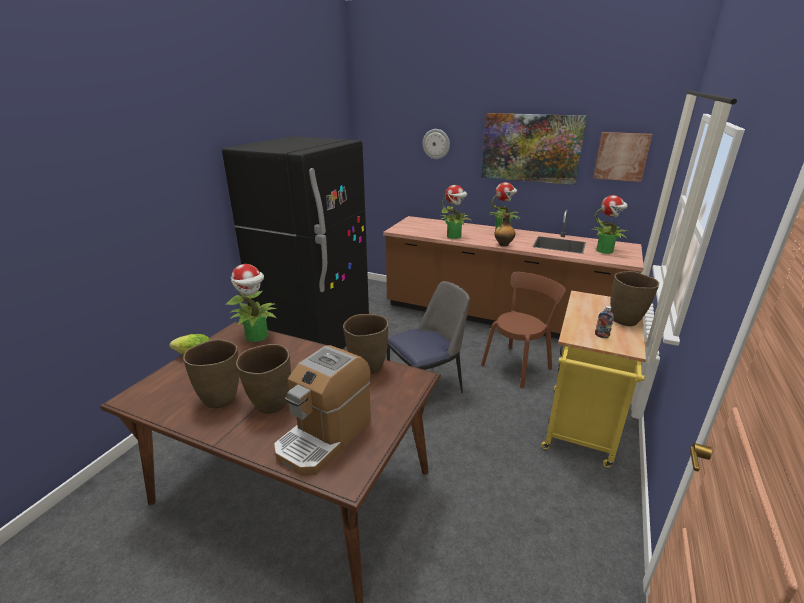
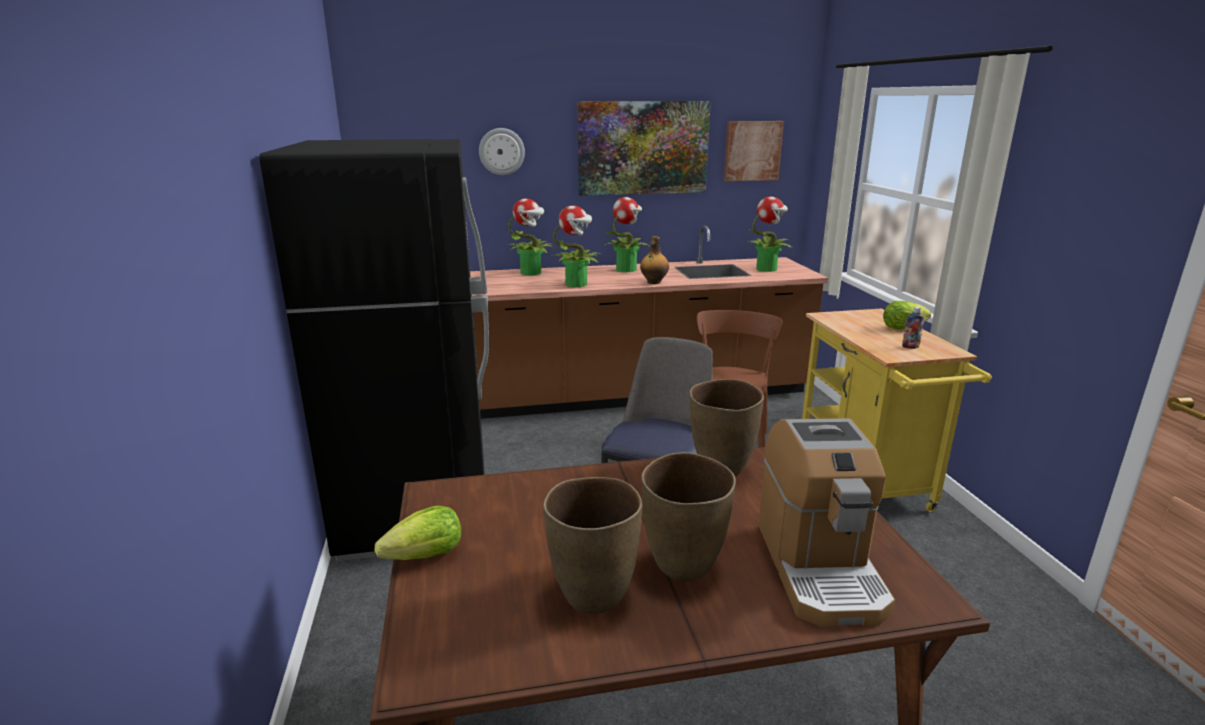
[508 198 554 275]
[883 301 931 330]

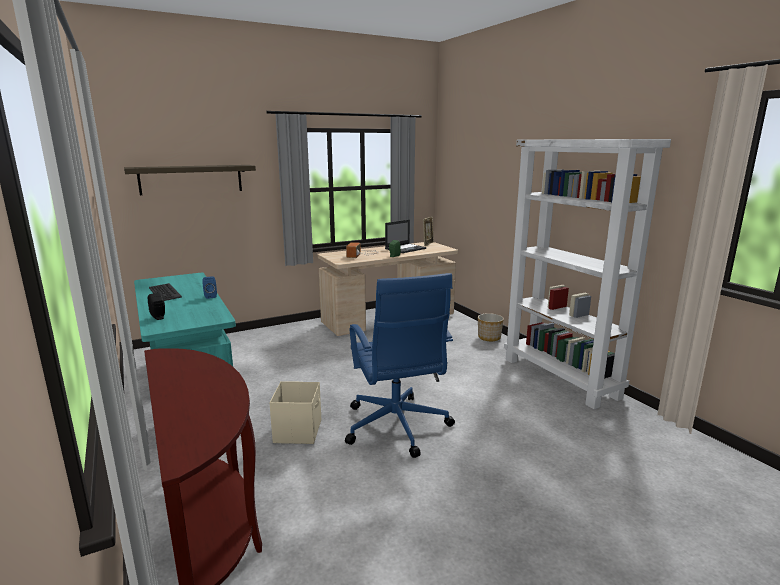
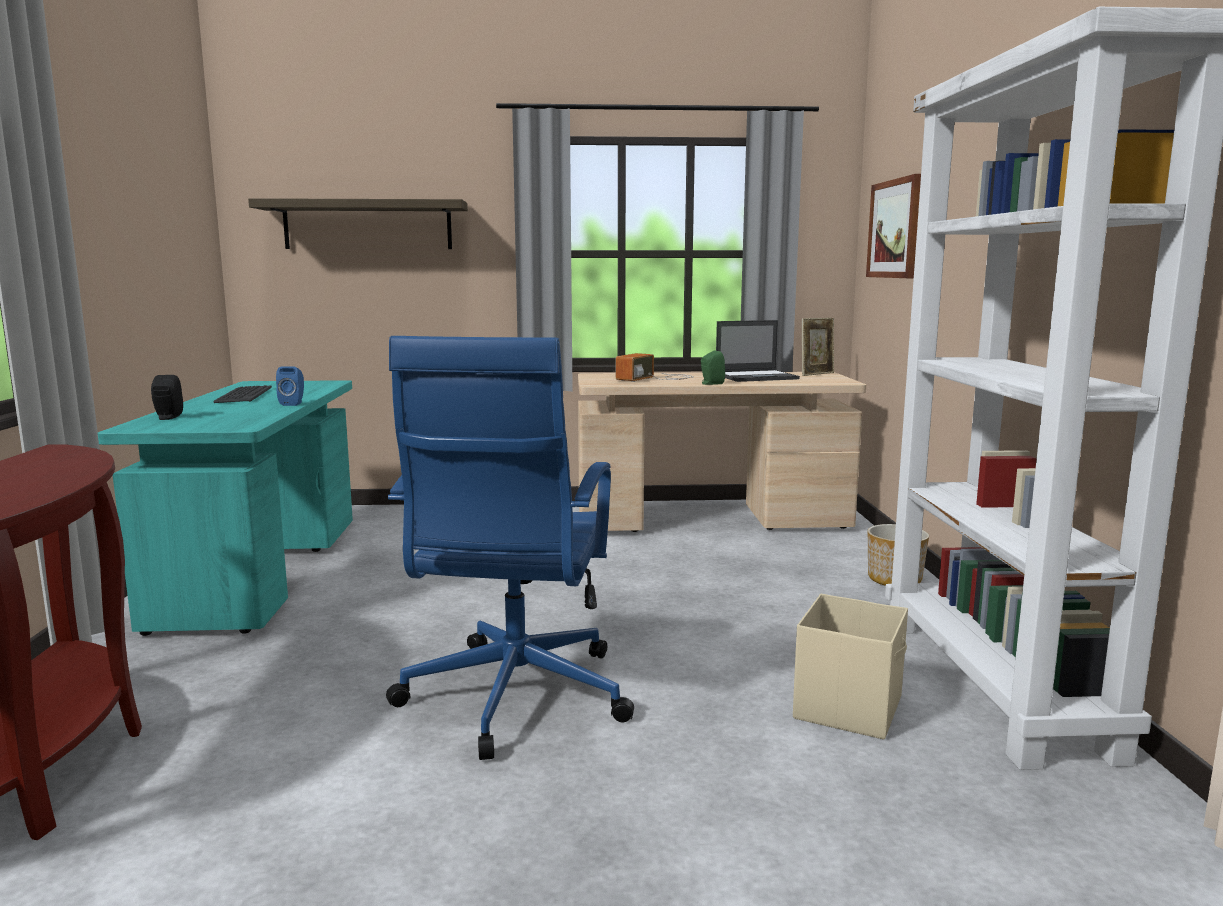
[793 594 908 739]
[866 174 921 278]

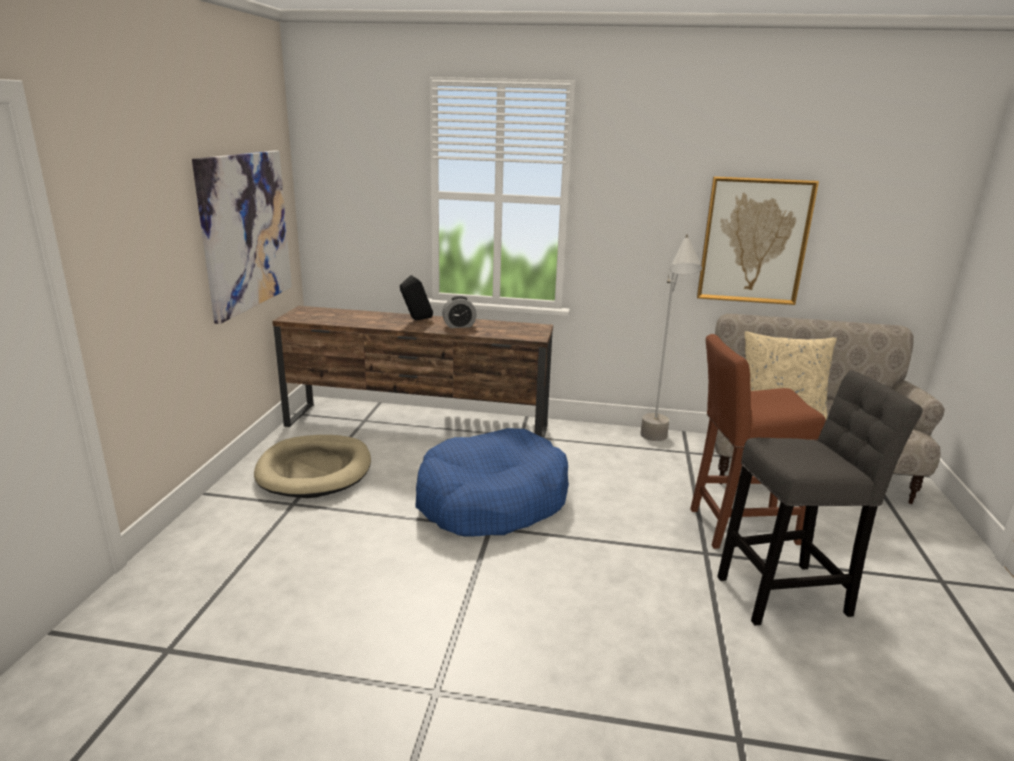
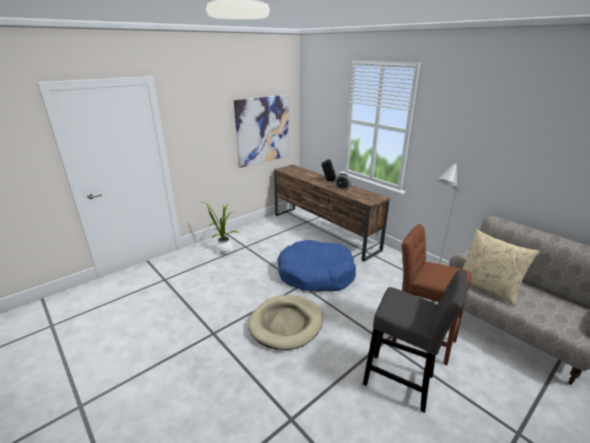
[697 176 819 305] (first image)
[248 295 323 350]
[203 202 239 254]

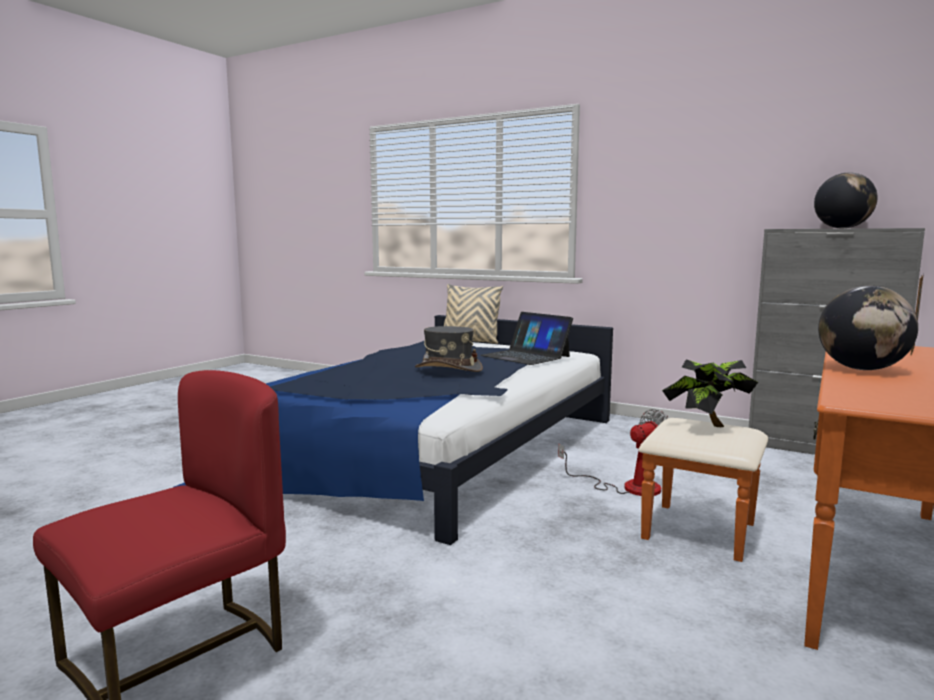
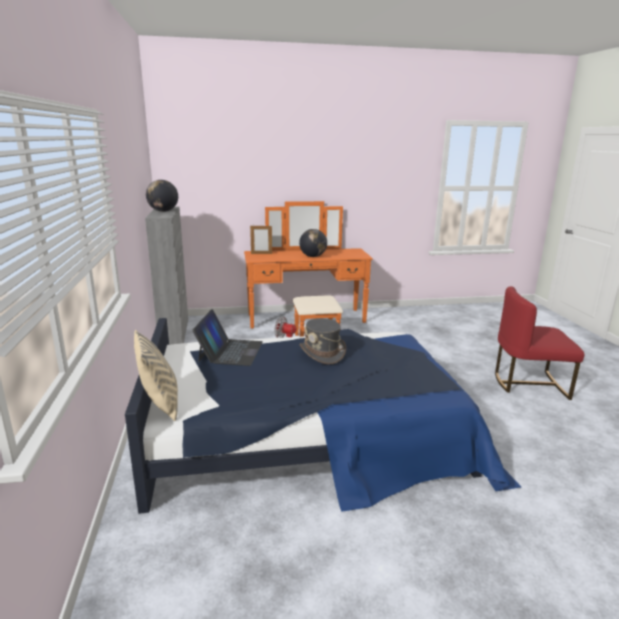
[662 359 758 427] (first image)

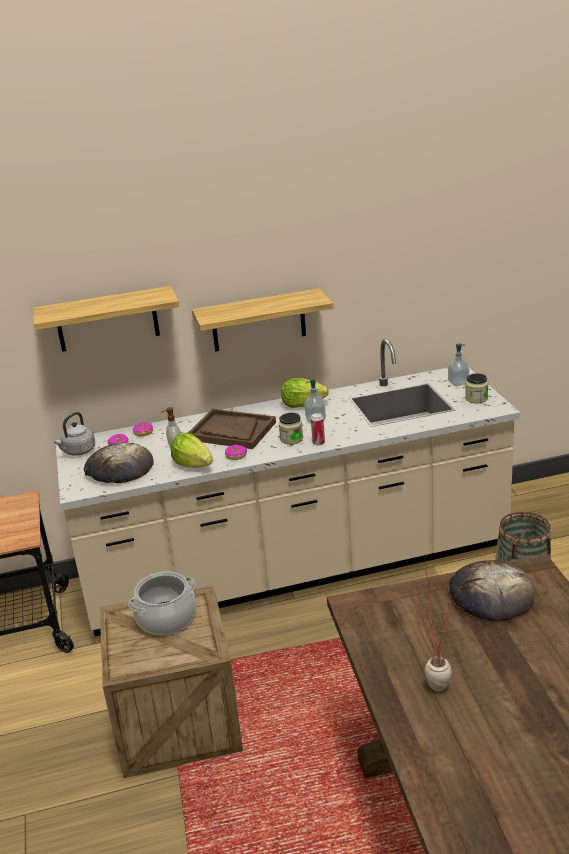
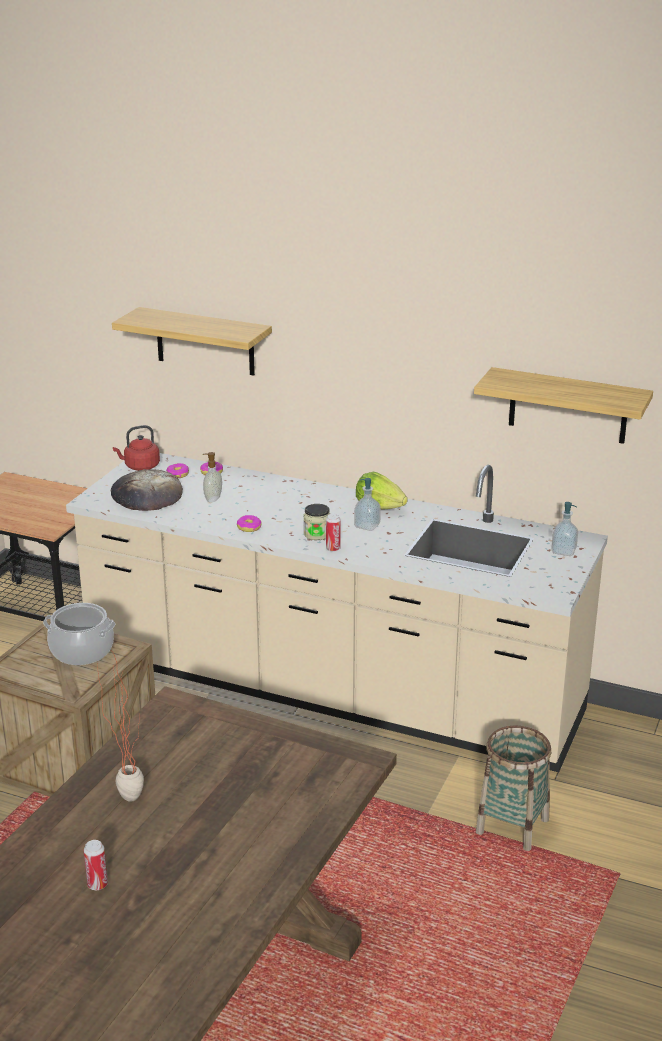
[474 367 653 444]
[465 373 488 403] (first image)
[188 409 276 449] (first image)
[113 425 160 471]
[170 433 213 468] (first image)
[449 560 534 621] (first image)
[84 840 108 890]

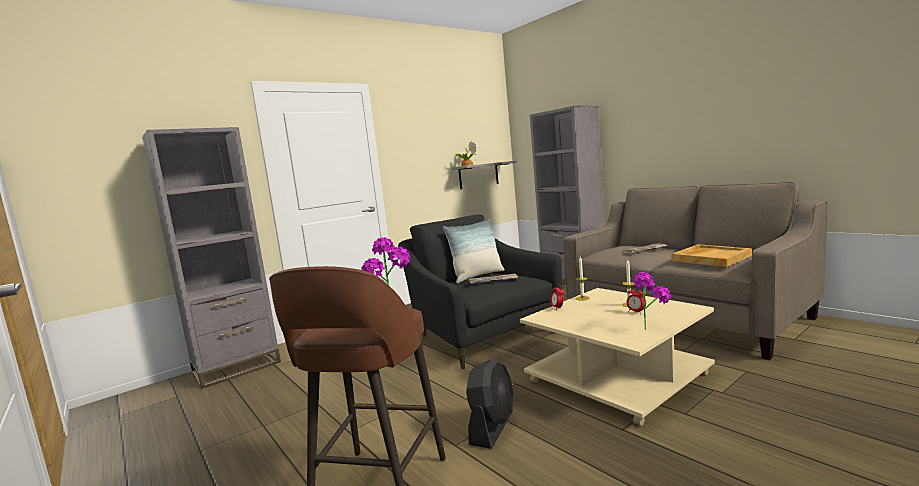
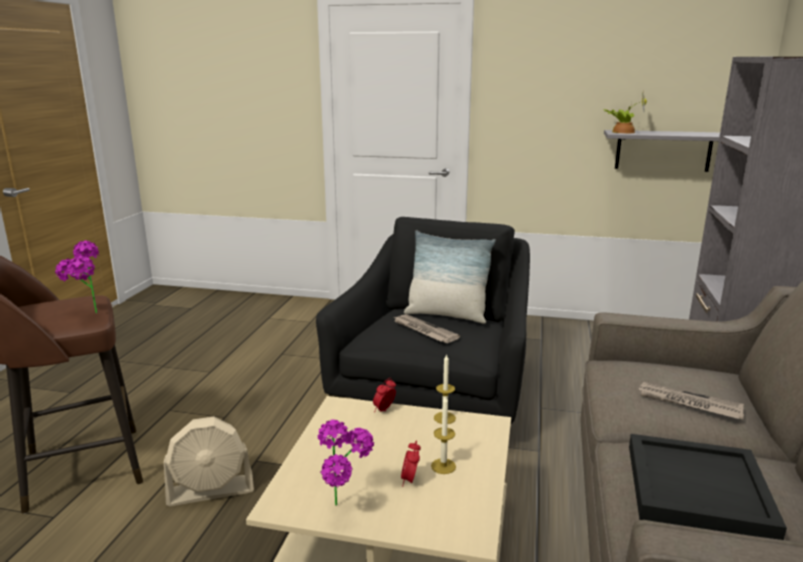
[142 127 281 389] (first image)
[629 434 787 540]
[164 417 254 506]

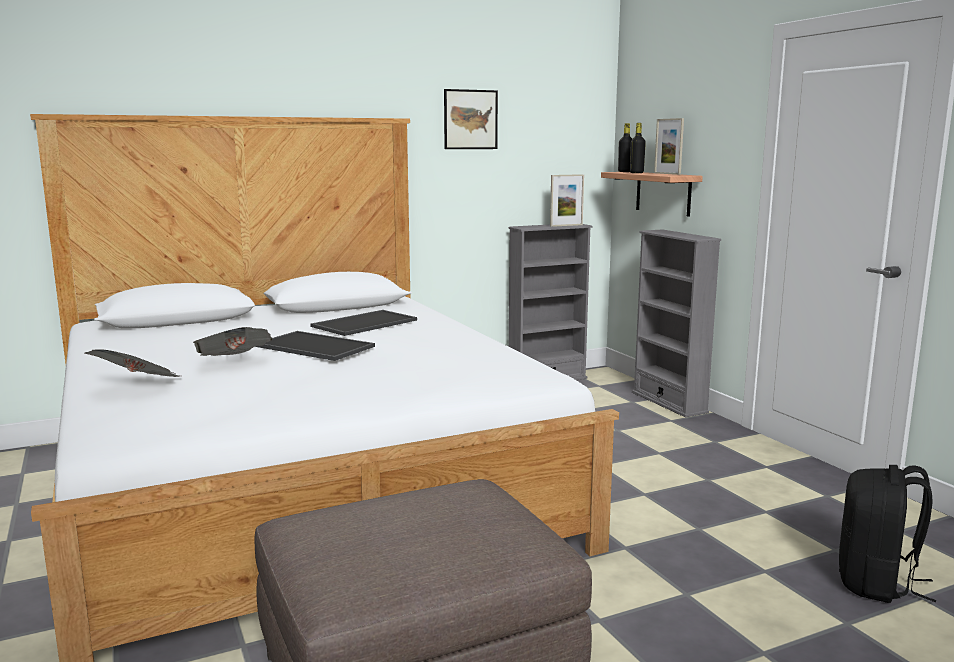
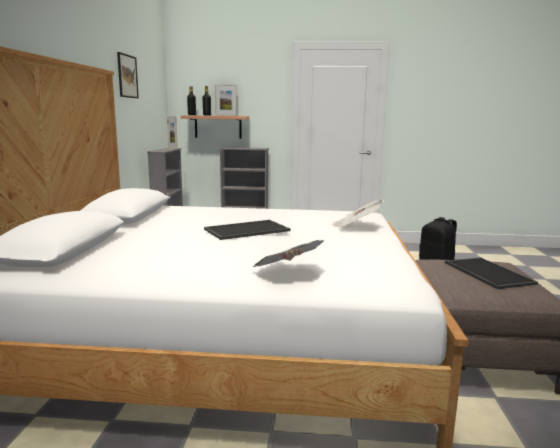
[445 257 538 289]
[332 199 385 228]

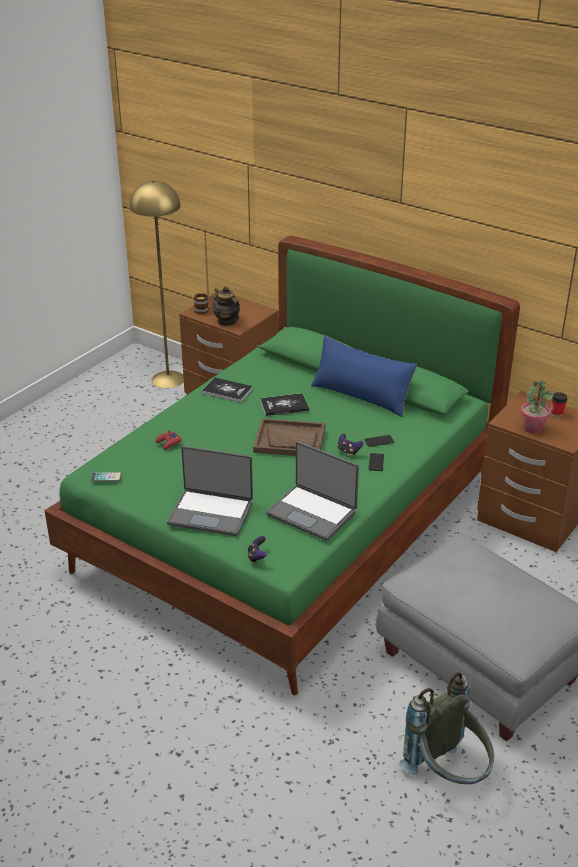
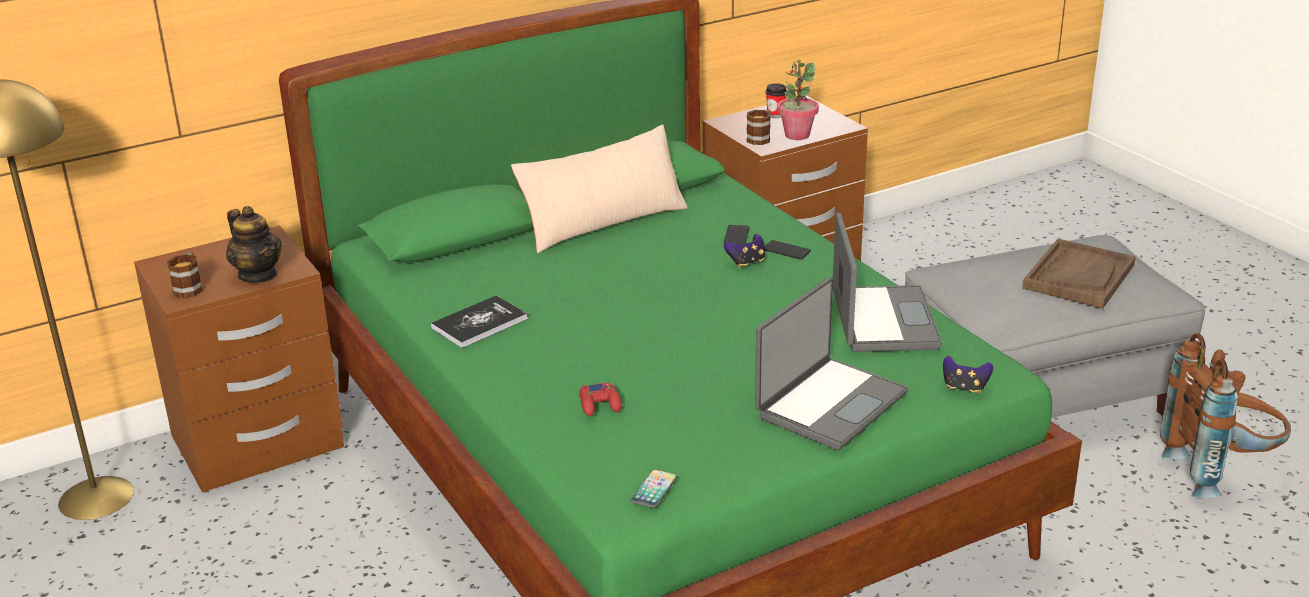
[226 206 282 283]
[511 125 688 253]
[260 393 309 416] (first image)
[1022 239 1136 309]
[833 213 942 352]
[1160 333 1291 498]
[746 109 771 145]

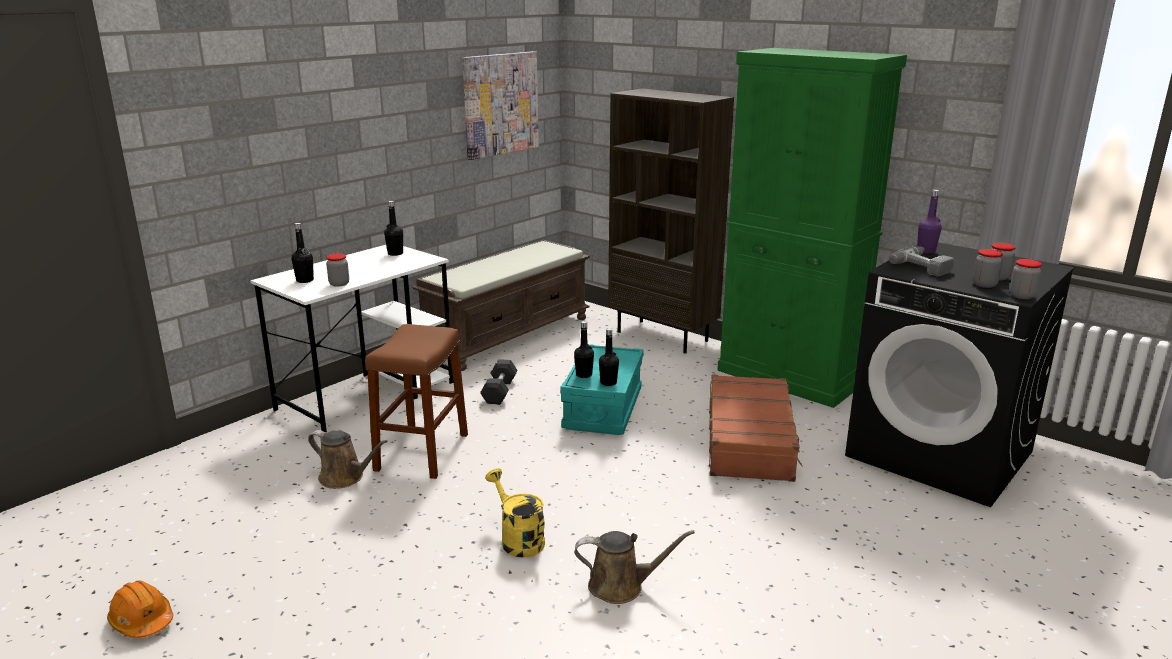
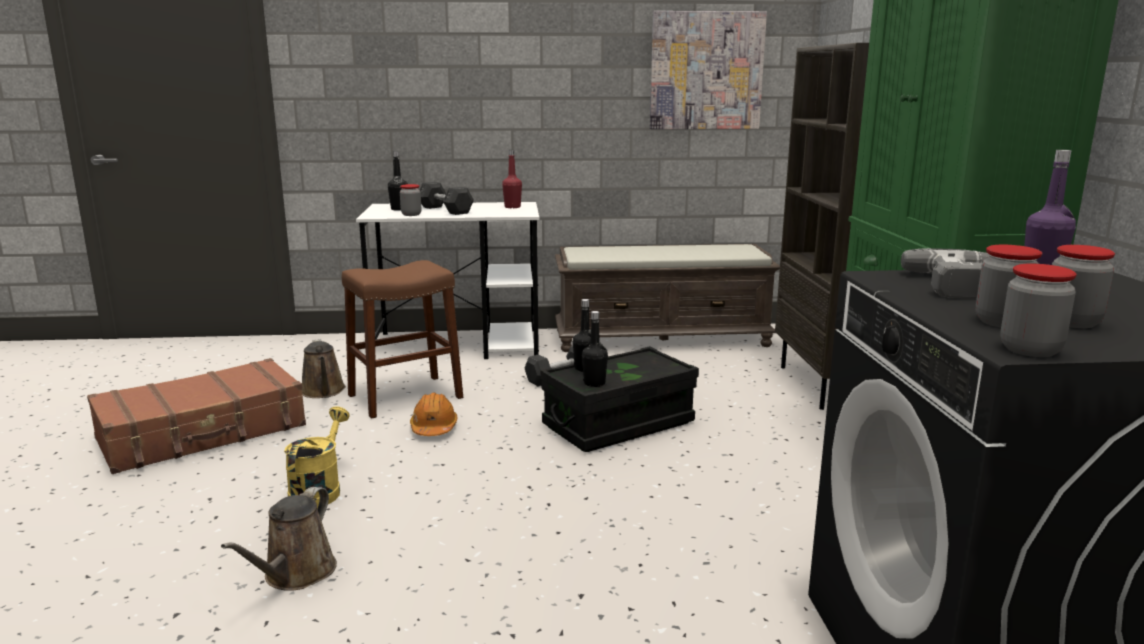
[502 150 522 208]
[540 346 699 452]
[87 358 306 474]
[221 487 337 591]
[410 393 457 436]
[420 182 474 215]

